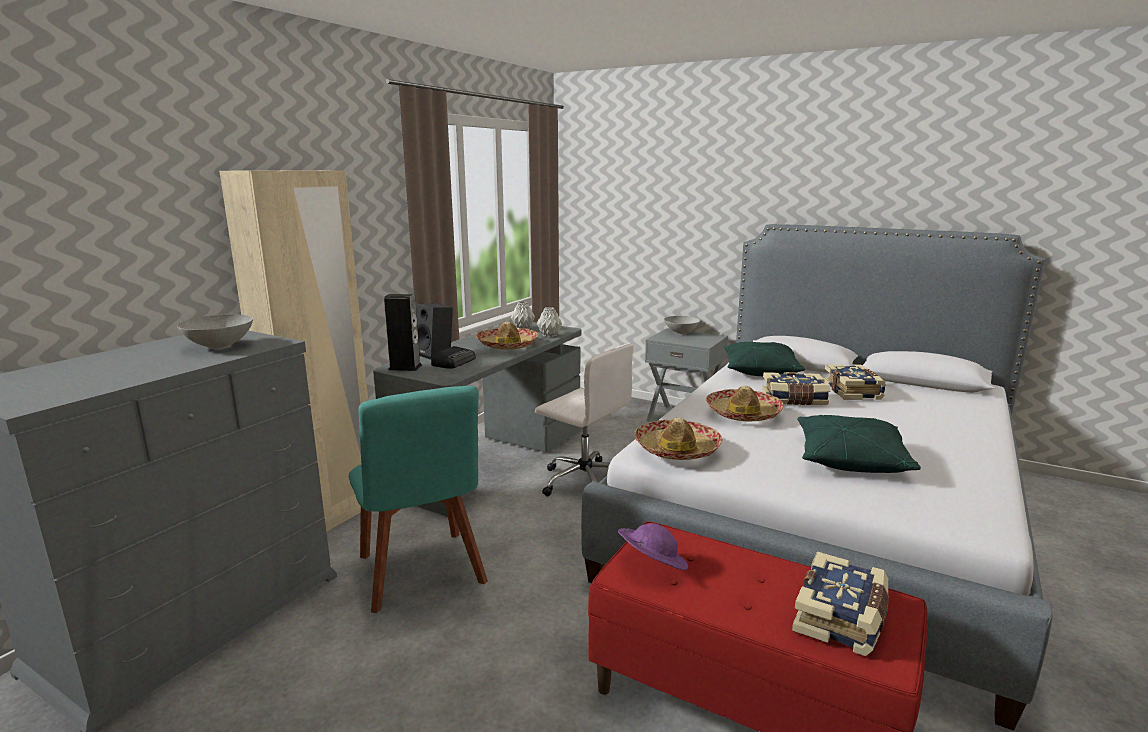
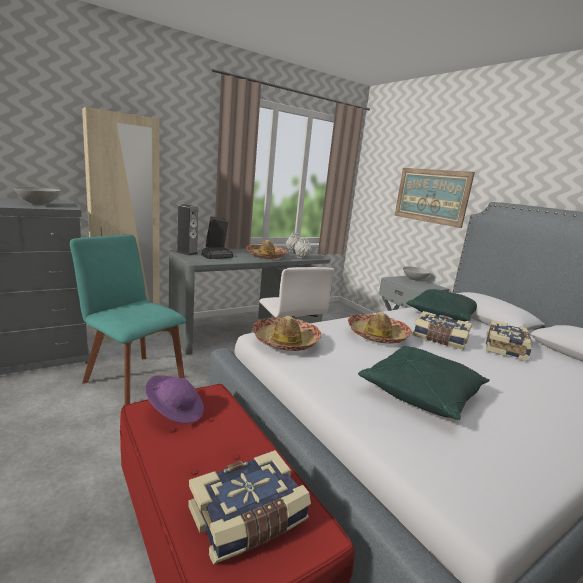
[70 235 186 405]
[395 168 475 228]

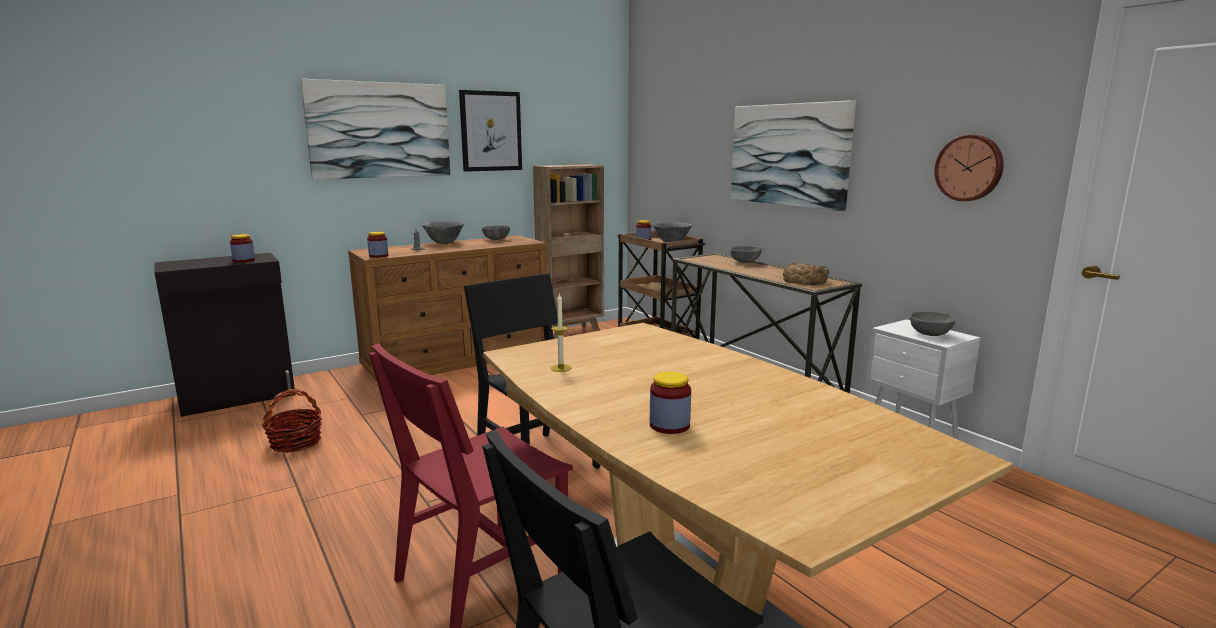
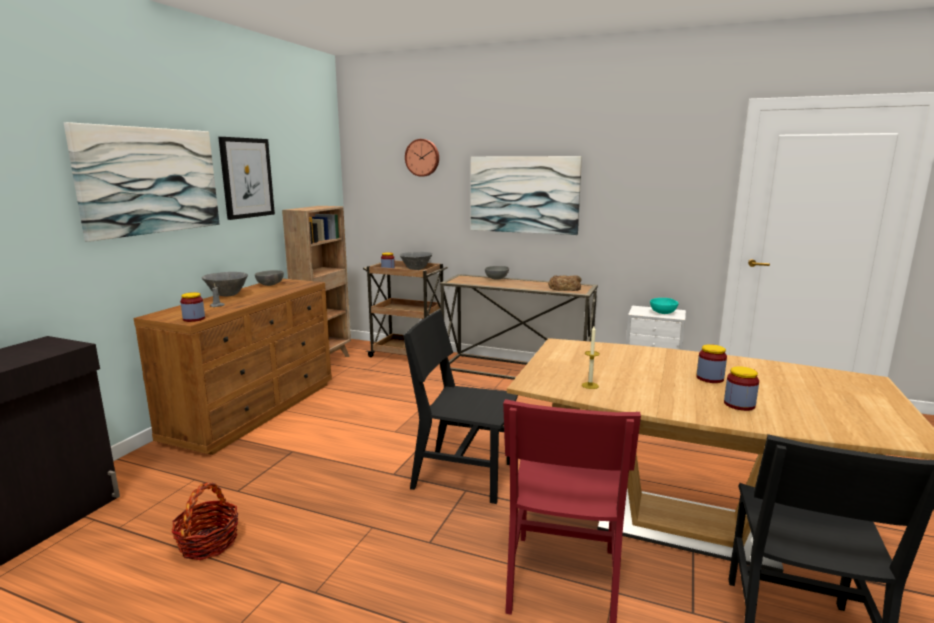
[405 139 439 177]
[696 344 727 383]
[650 298 679 314]

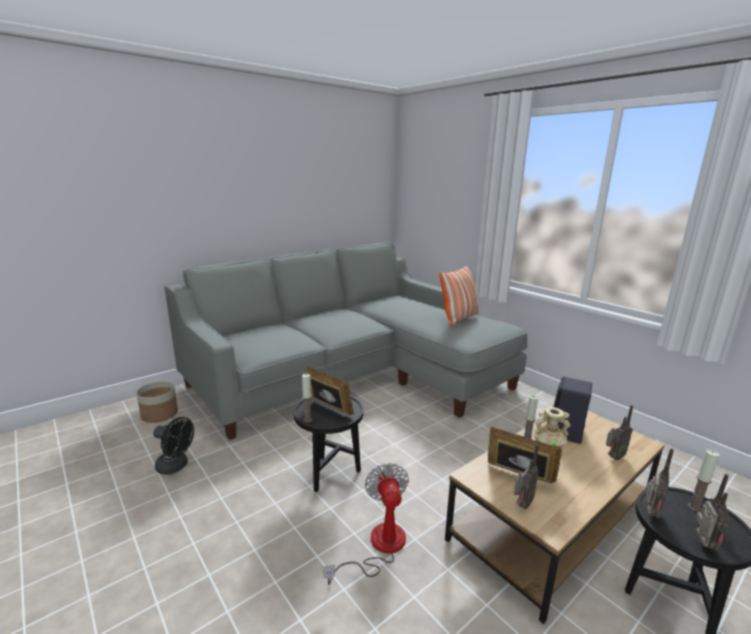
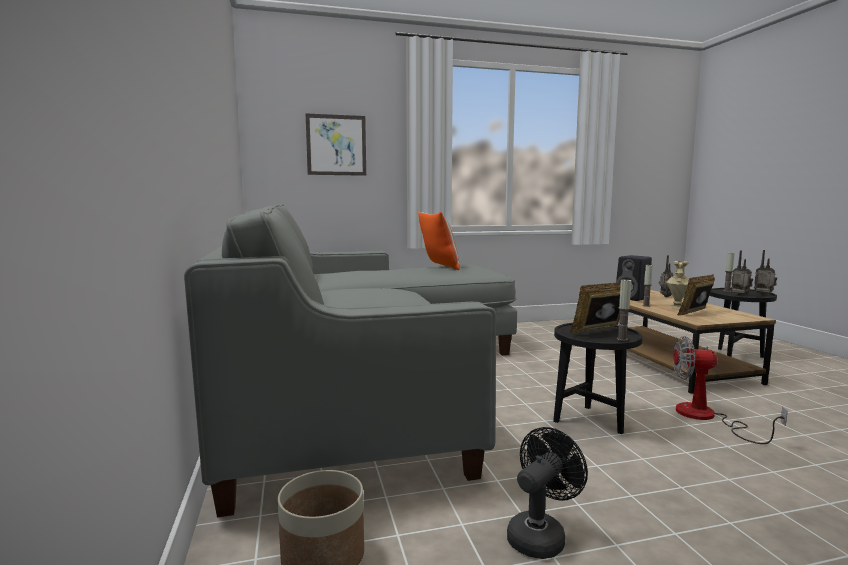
[514 444 539 509] (first image)
[306 113 366 176]

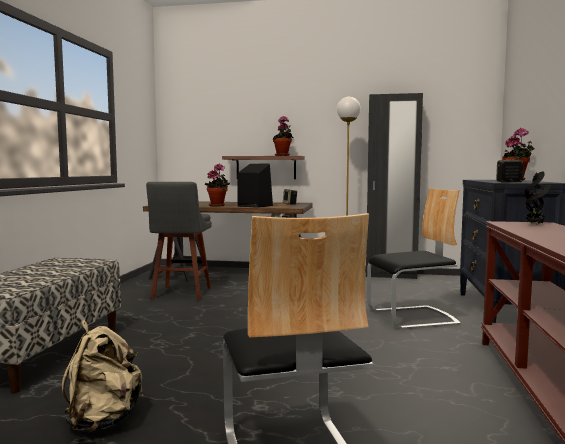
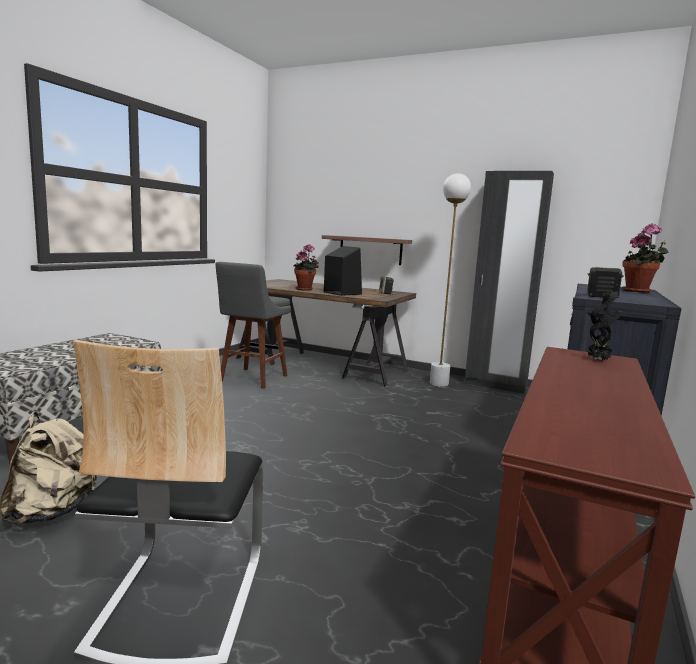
[273 116 293 156] (first image)
[367 188 461 330] (first image)

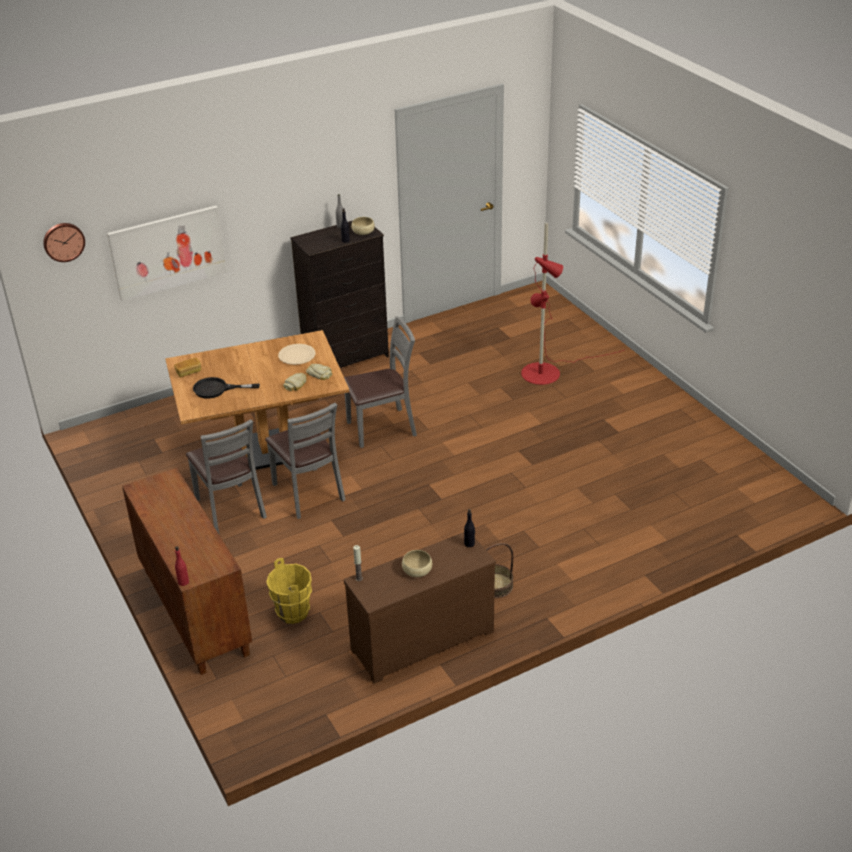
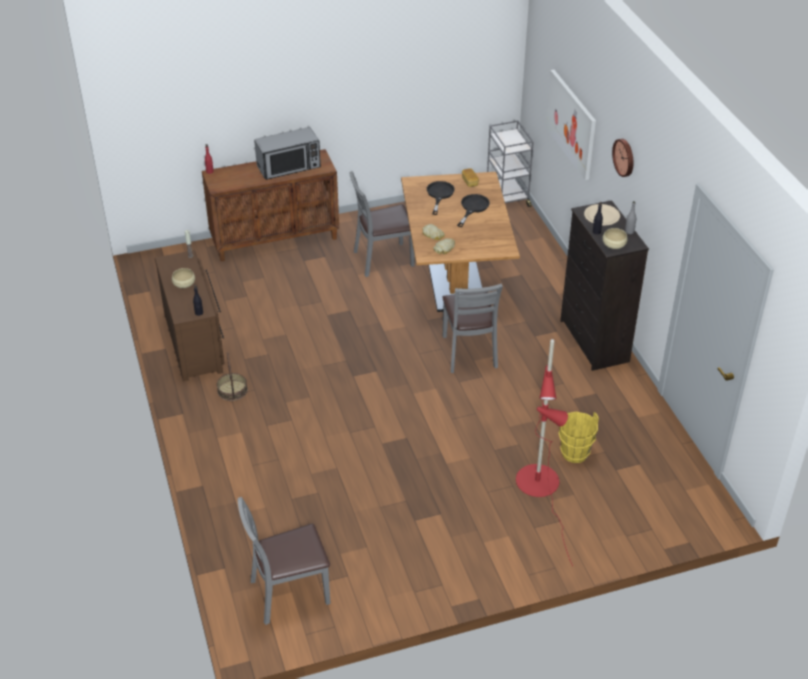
[612 139 633 177]
[584 204 620 226]
[238 497 331 625]
[559 411 599 463]
[487 120 534 207]
[254 127 321 180]
[457 194 490 227]

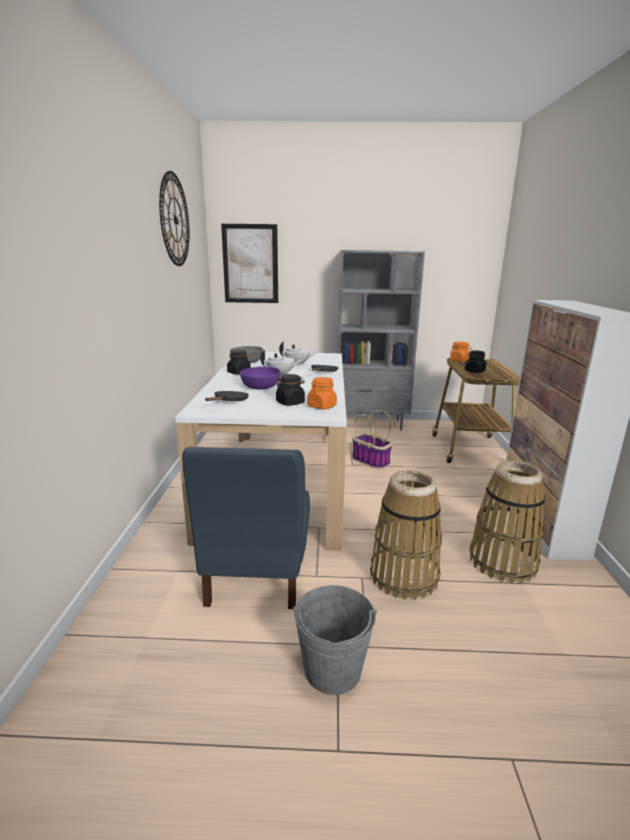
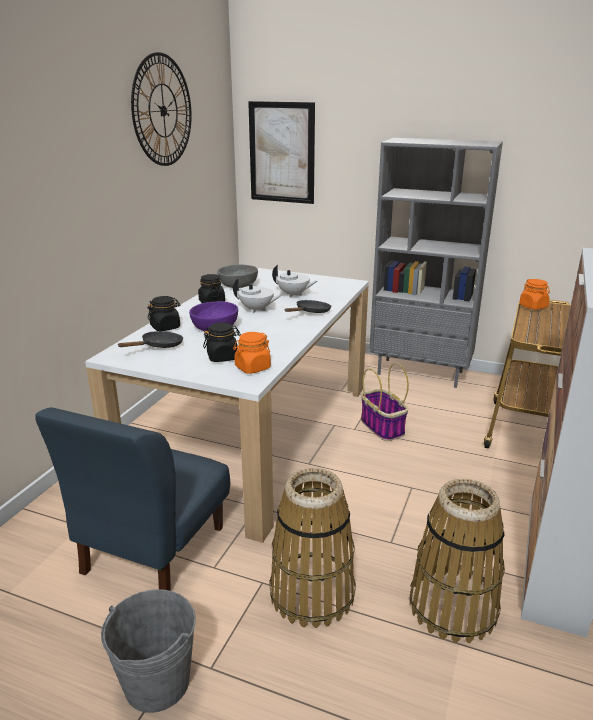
[148 296 181 331]

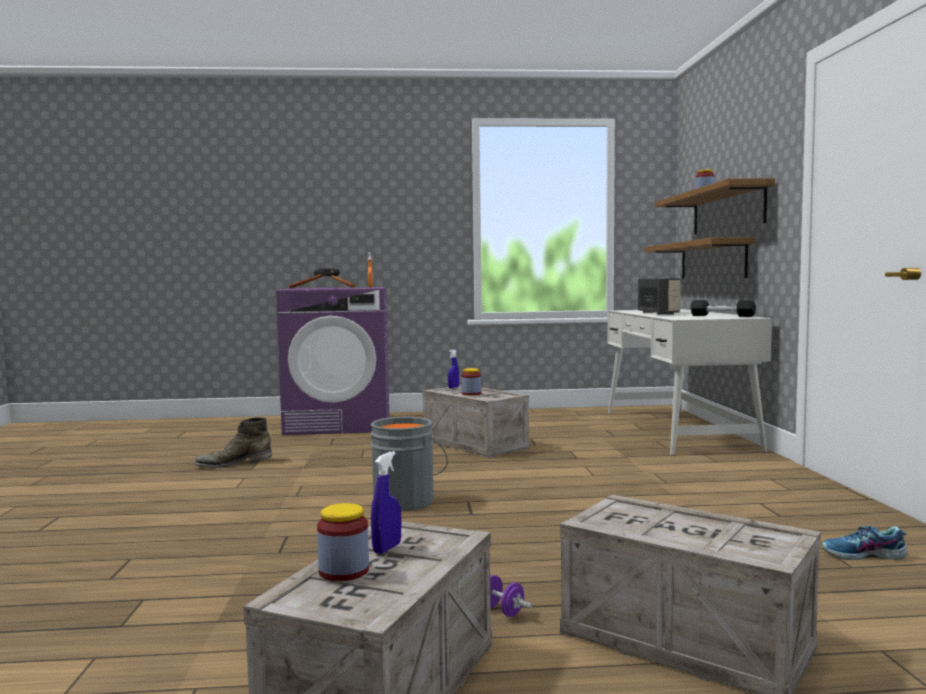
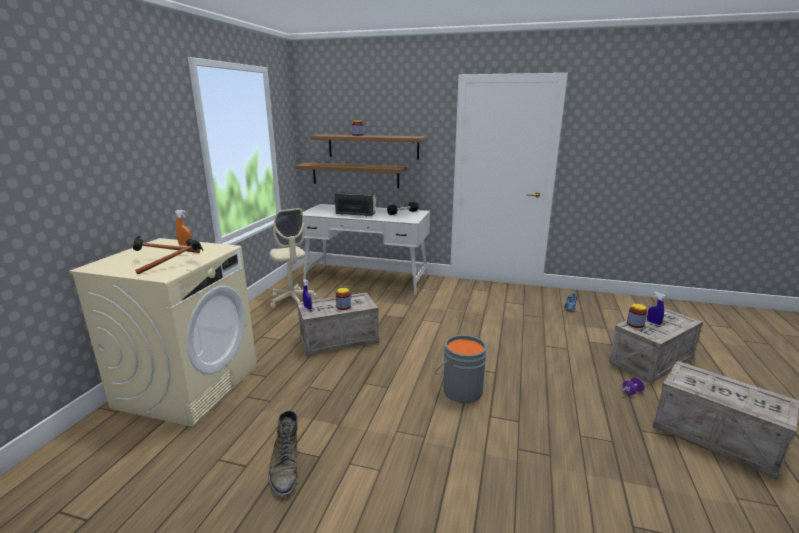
[69 238 257 427]
[647 292 665 325]
[627 304 647 328]
[270 208 317 308]

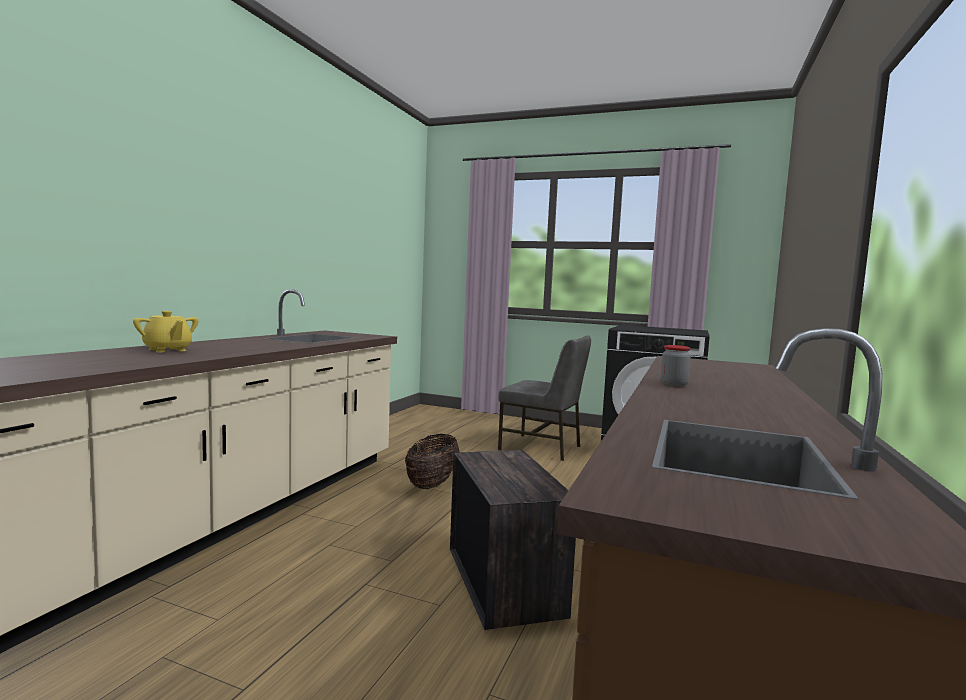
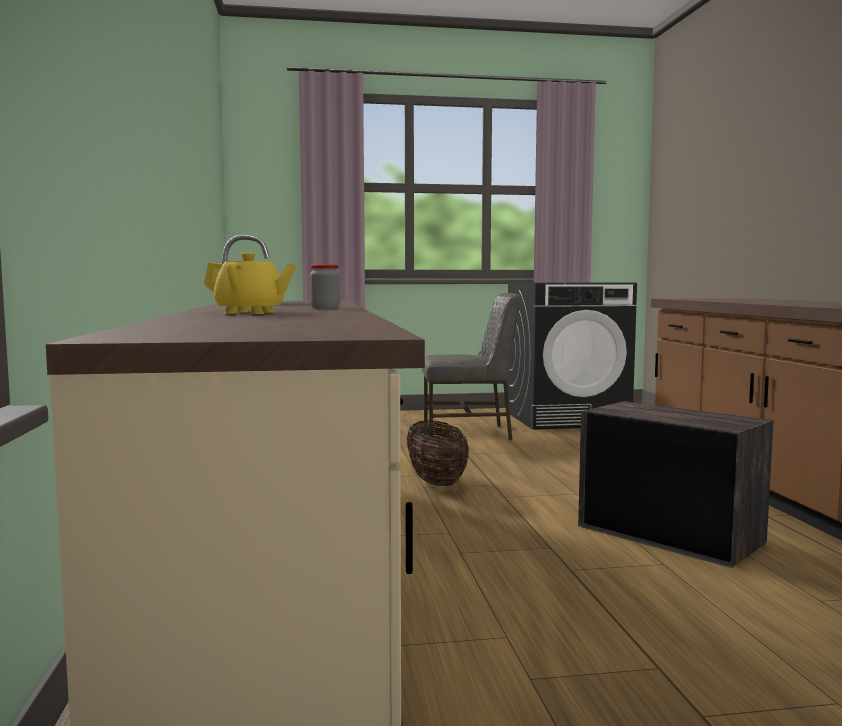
[310 264 340 309]

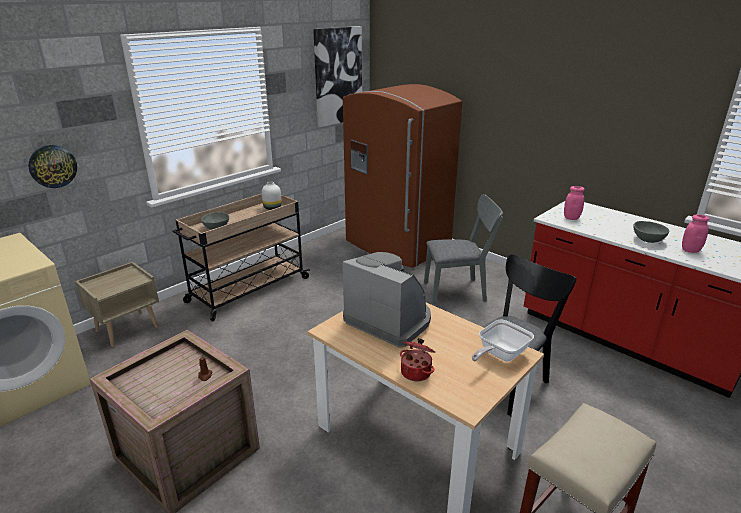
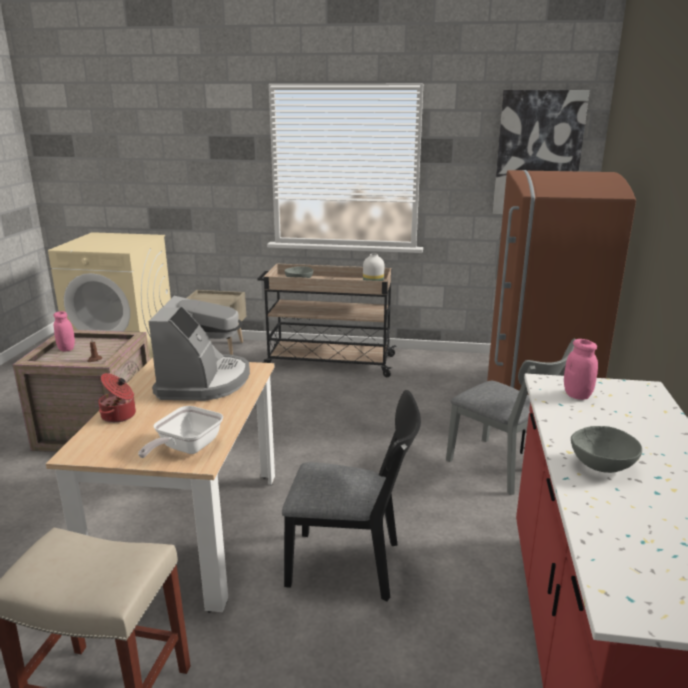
[28 145 77 188] (first image)
[54 311 75 351]
[138 406 223 458]

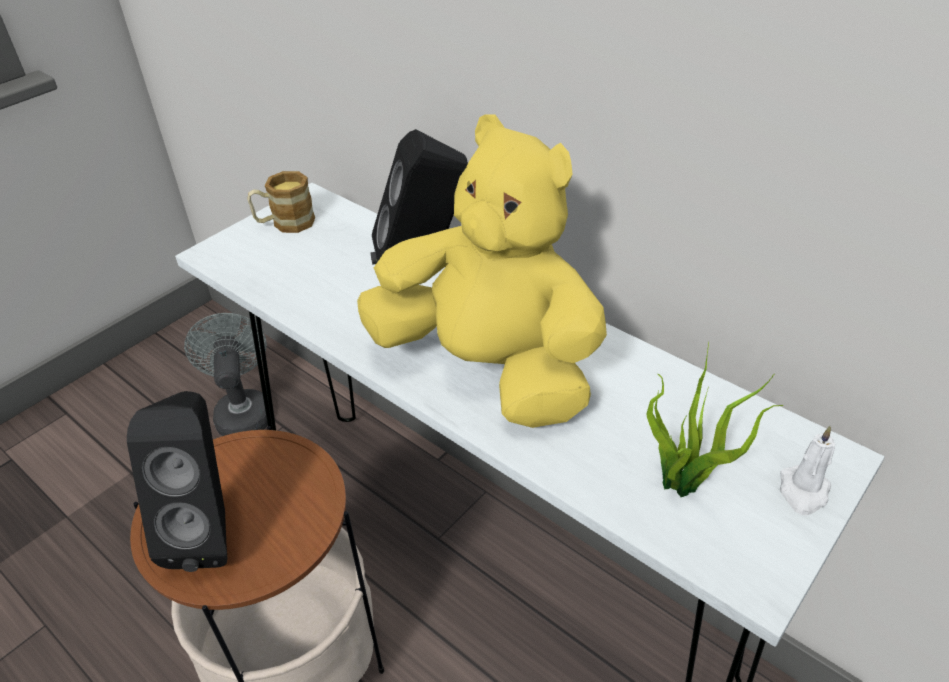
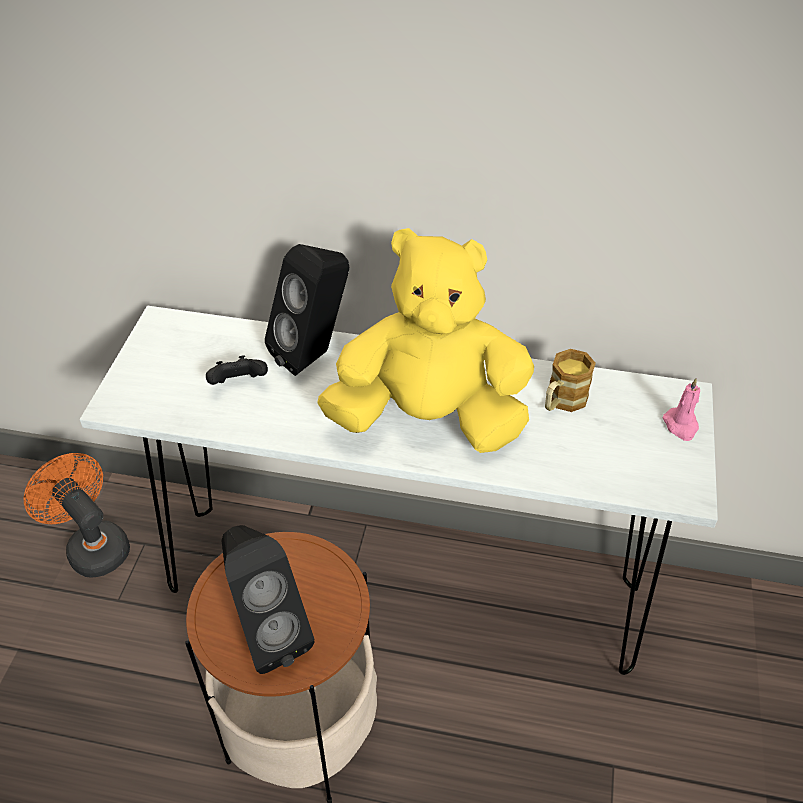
[545 349 596 412]
[24 453 130 578]
[646 342 783 497] (first image)
[662 378 700 441]
[206 355 268 385]

